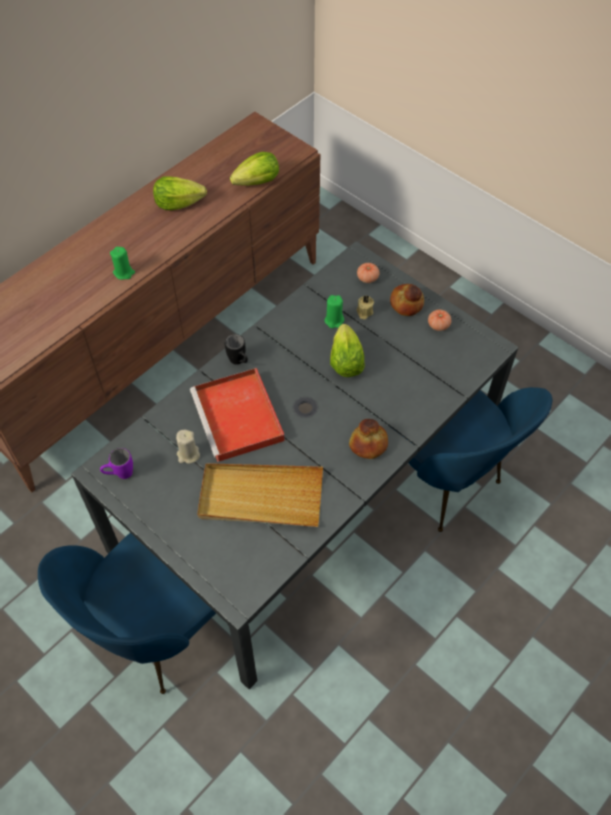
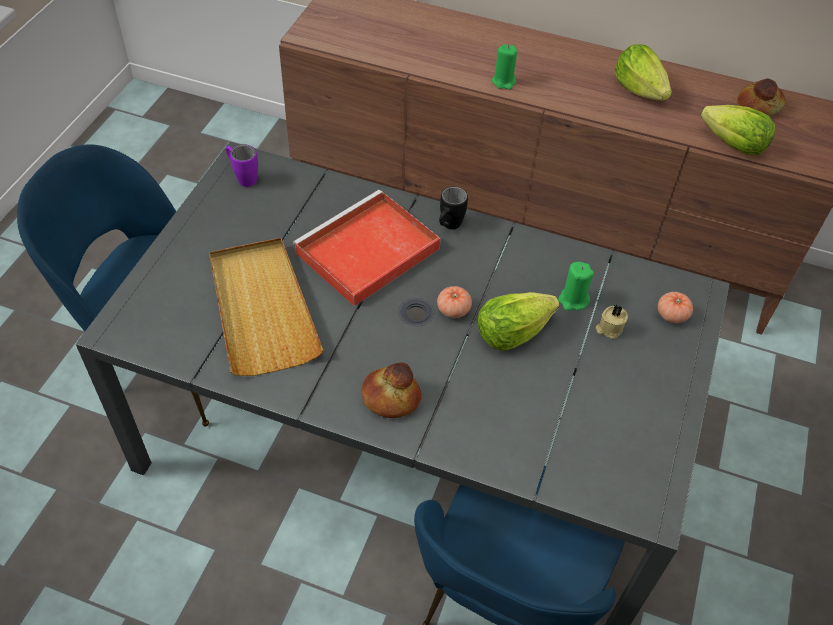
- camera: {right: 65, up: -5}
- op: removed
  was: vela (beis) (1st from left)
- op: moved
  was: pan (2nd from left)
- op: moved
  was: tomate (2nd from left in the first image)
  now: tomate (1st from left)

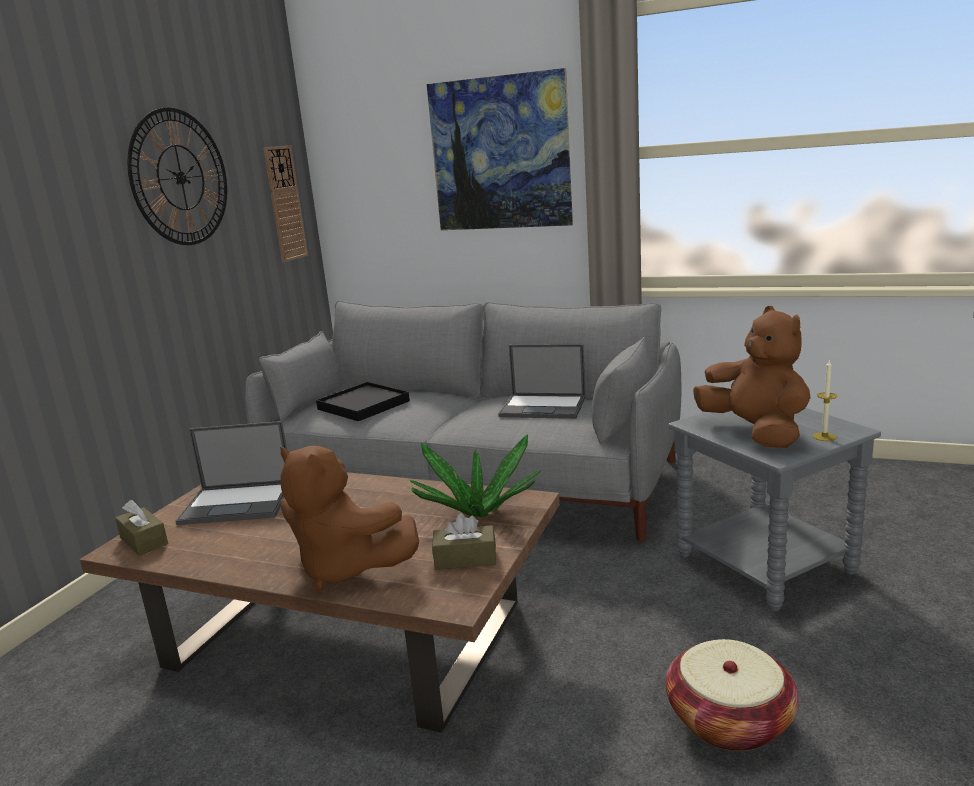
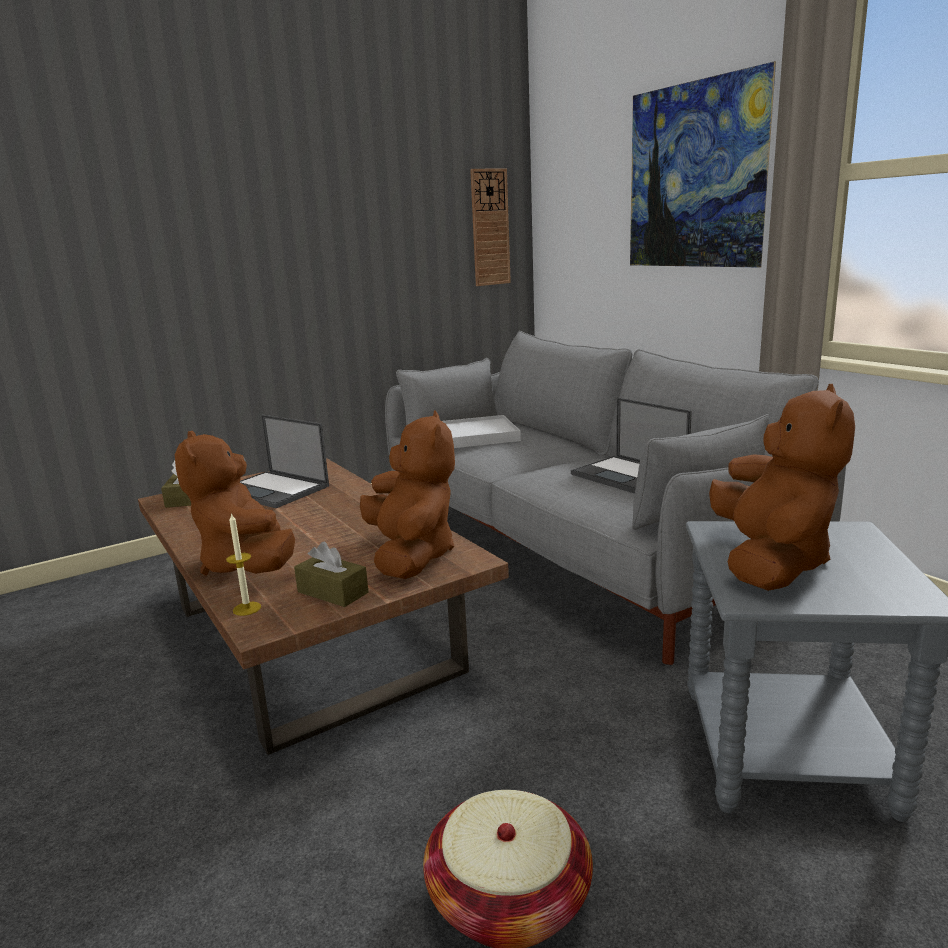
- camera: {right: 35, up: 0}
- op: removed
  was: reloj de pared (1st from left)
- op: moved
  was: vela
- op: replaced
  was: planta en maceta
  now: peluche (marrón) (2nd from left)
- op: recoloured
  was: bandeja (negro)
  now: bandeja (blanco)

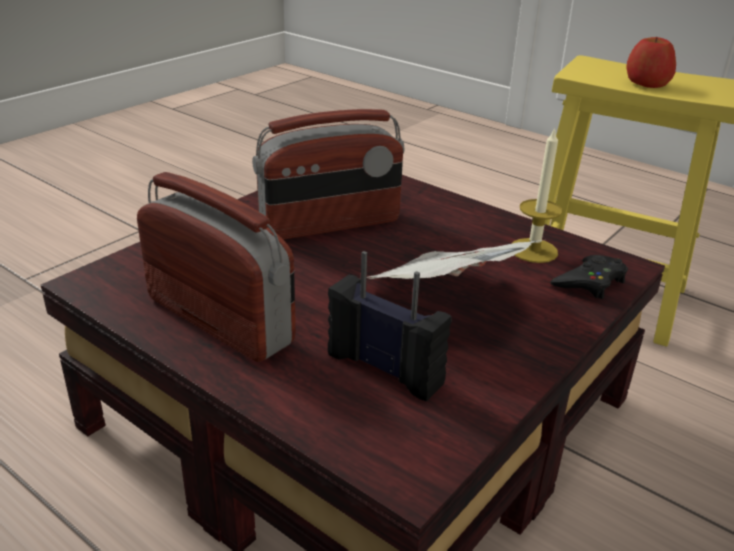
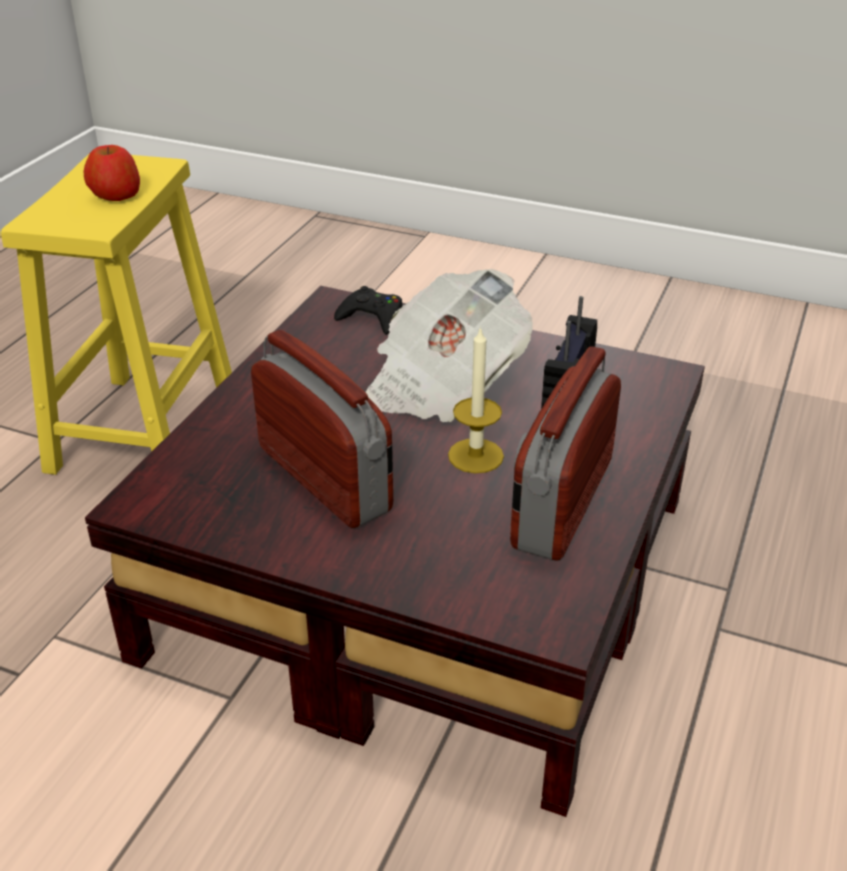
- camera: {right: -105, up: 5}
- op: moved
  was: vela

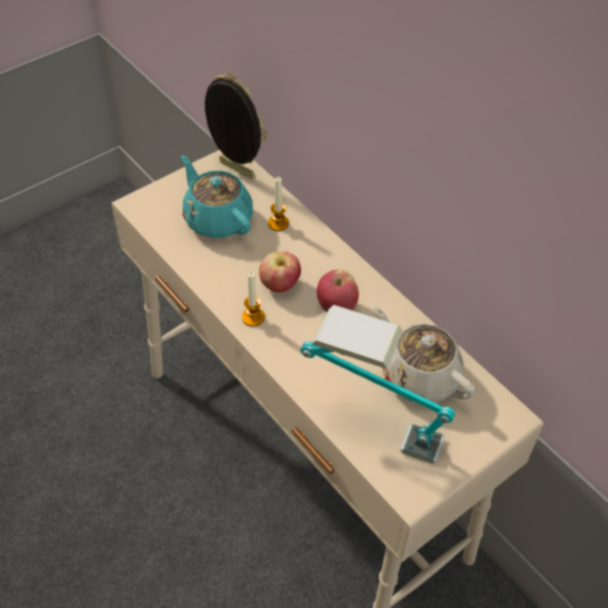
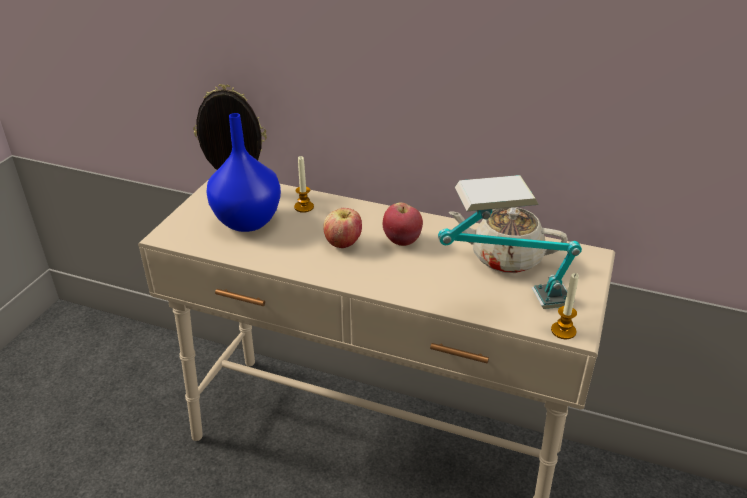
- camera: {right: -30, up: -15}
- op: moved
  was: vela (1st from left in the first image)
  now: vela (2nd from left)
- op: replaced
  was: tetera (turquesa)
  now: florero (azul)

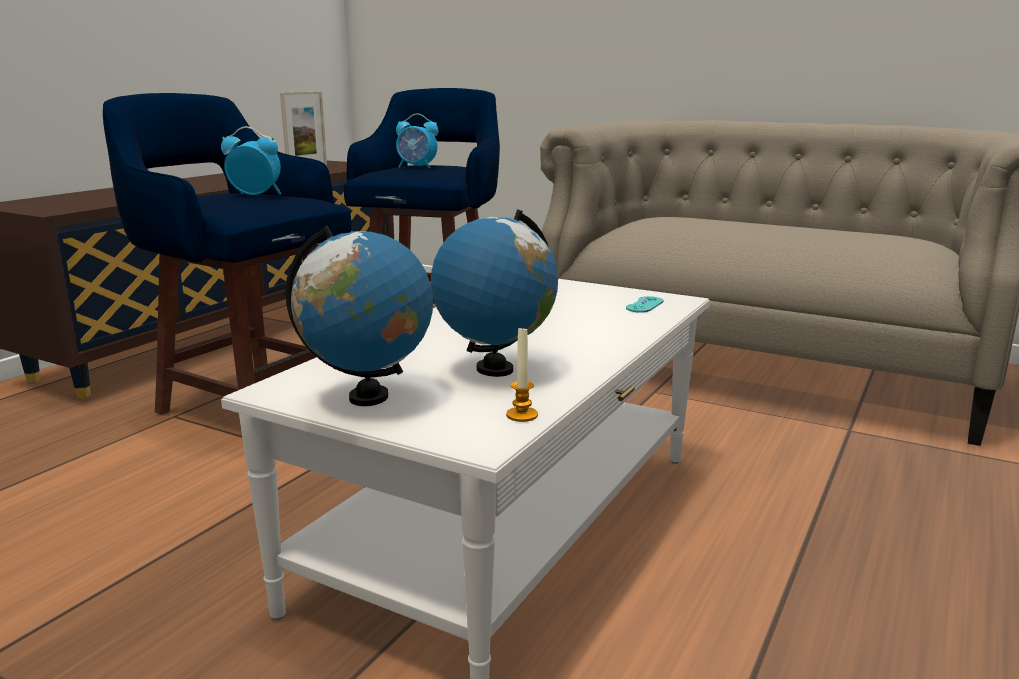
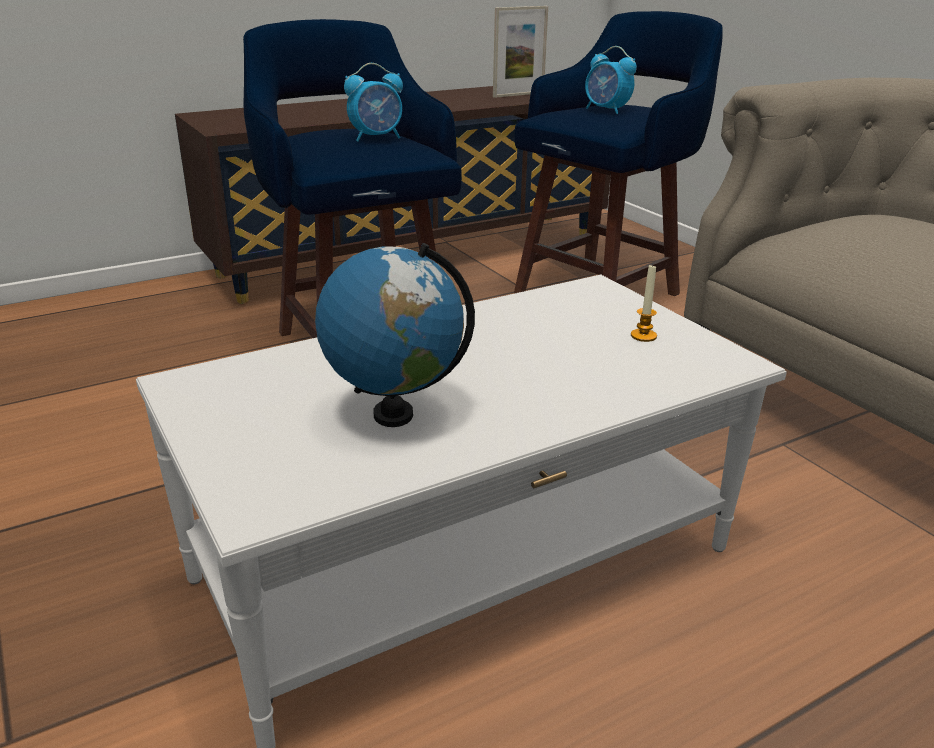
- camera: {right: 30, up: 10}
- op: removed
  was: globo terráqueo (1st from left)
- op: removed
  was: mando de consola (turquesa)
- op: moved
  was: vela
- op: turned
  was: despertador (1st from left)
  clockwise: 120

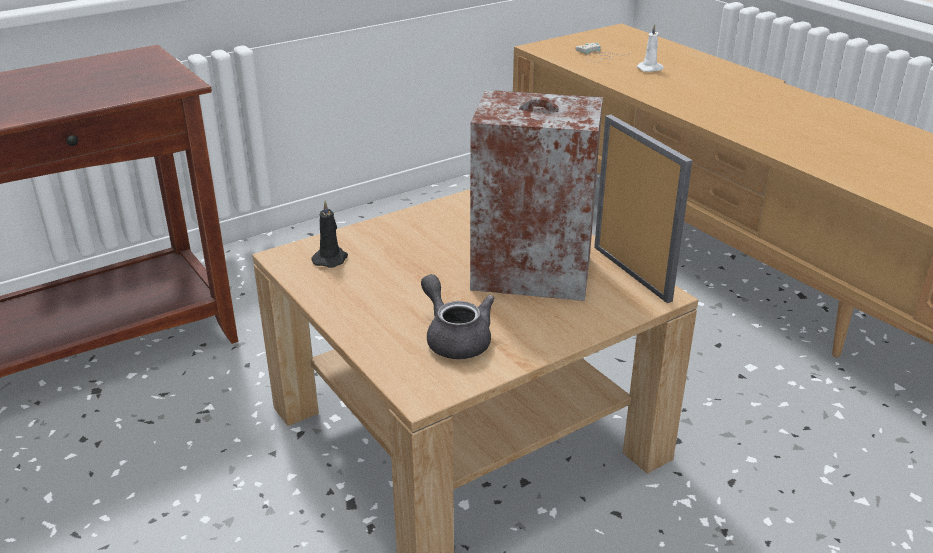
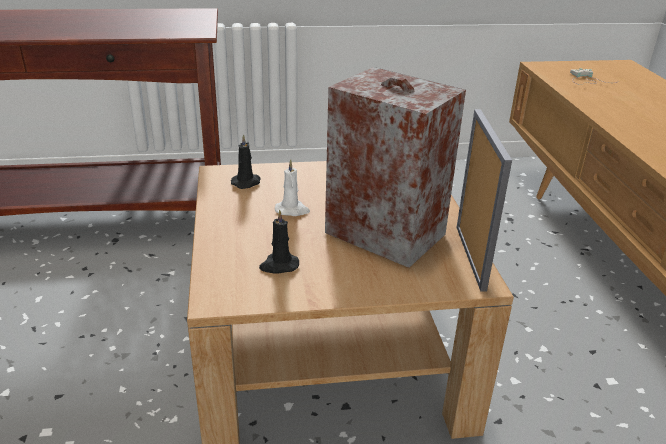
- camera: {right: 25, up: 0}
- op: moved
  was: vela (blanco)
- op: replaced
  was: tetera (gris)
  now: vela (negro) (2nd from left)

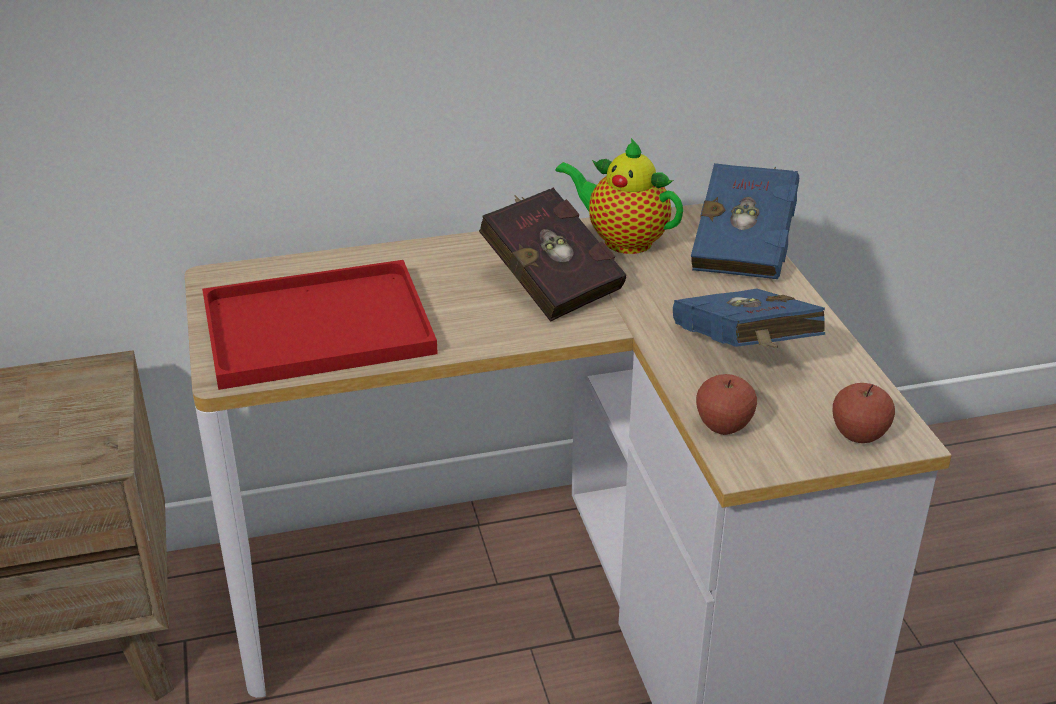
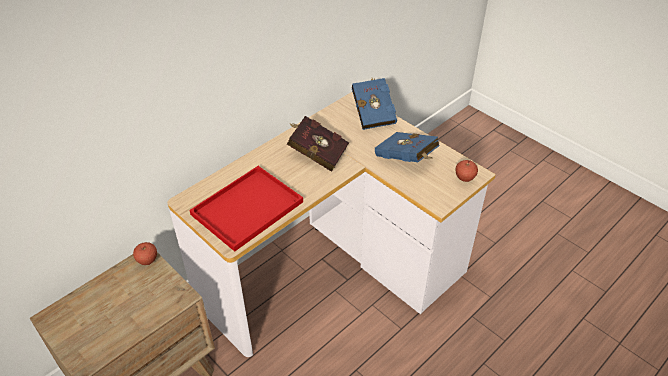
- camera: {right: -30, up: 10}
- op: removed
  was: tetera
- op: moved
  was: manzana (1st from left)

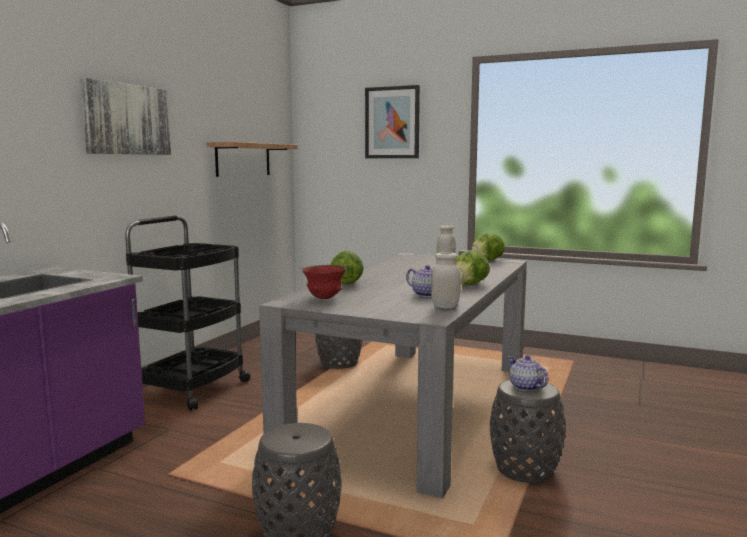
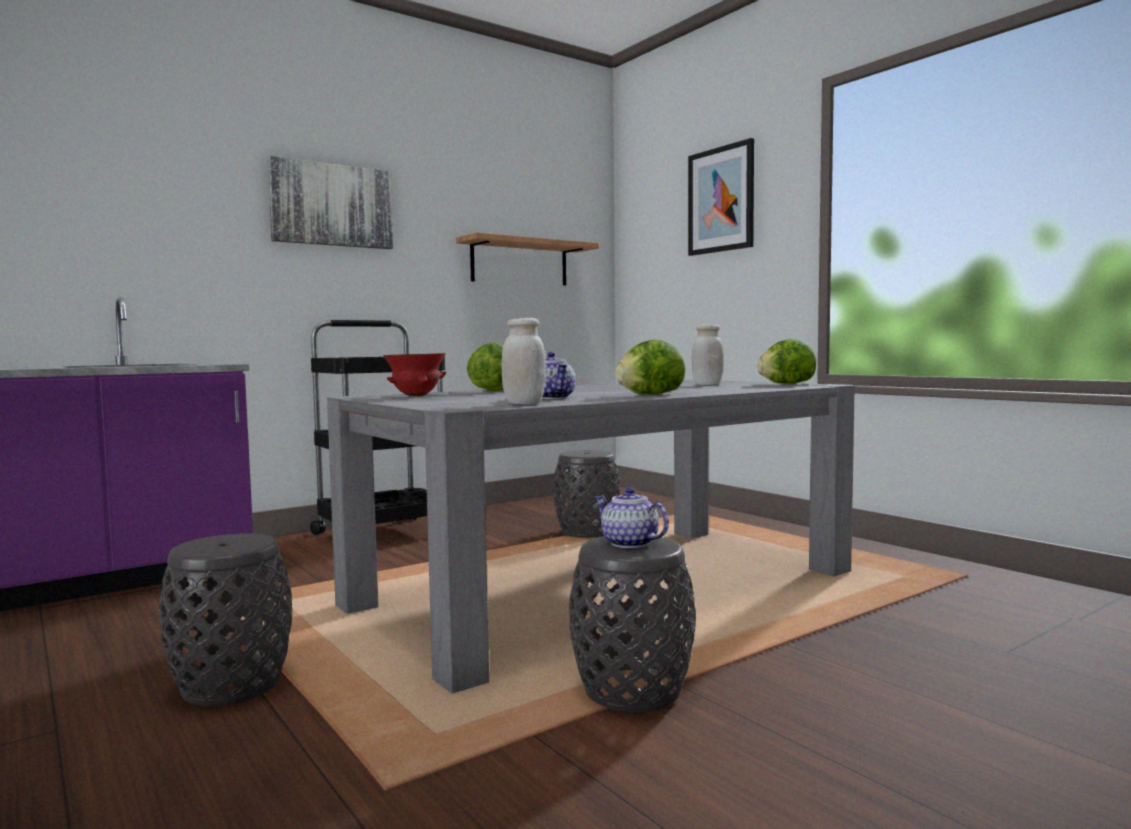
- camera: {right: 30, up: -5}
- op: turned
  was: tetera (2nd from left)
  clockwise: -45

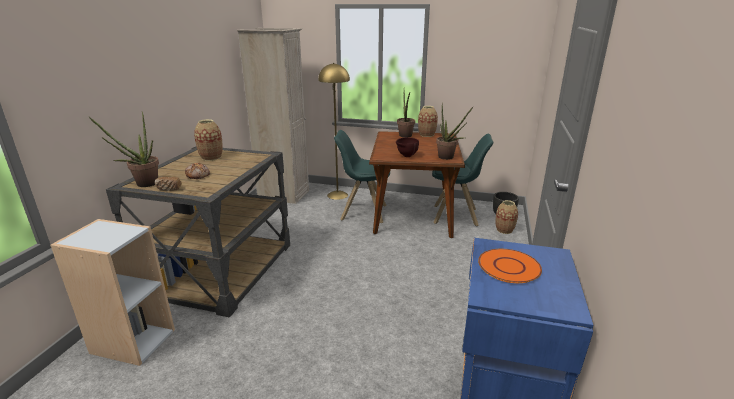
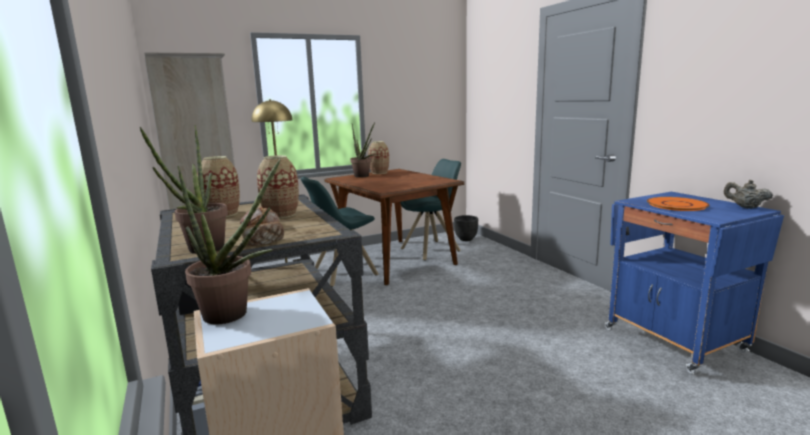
- camera: {right: -40, up: -10}
- op: removed
  was: cuenco (marrón)
- op: added
  now: tetera (beis)
- op: moved
  was: planta en maceta (3rd from left in the first image)
  now: planta en maceta (2nd from left)
- op: moved
  was: florero (3rd from left in the first image)
  now: florero (2nd from left)

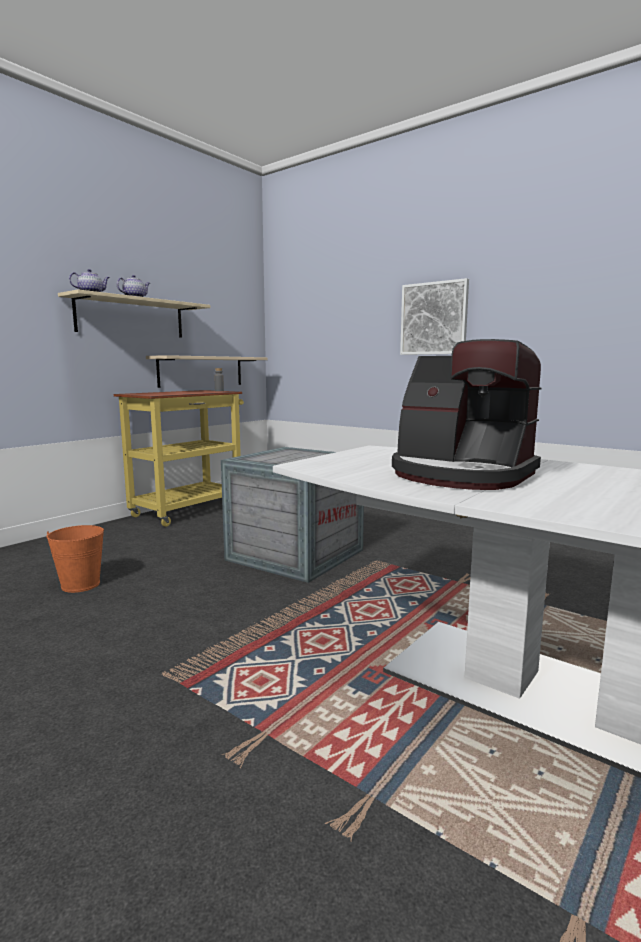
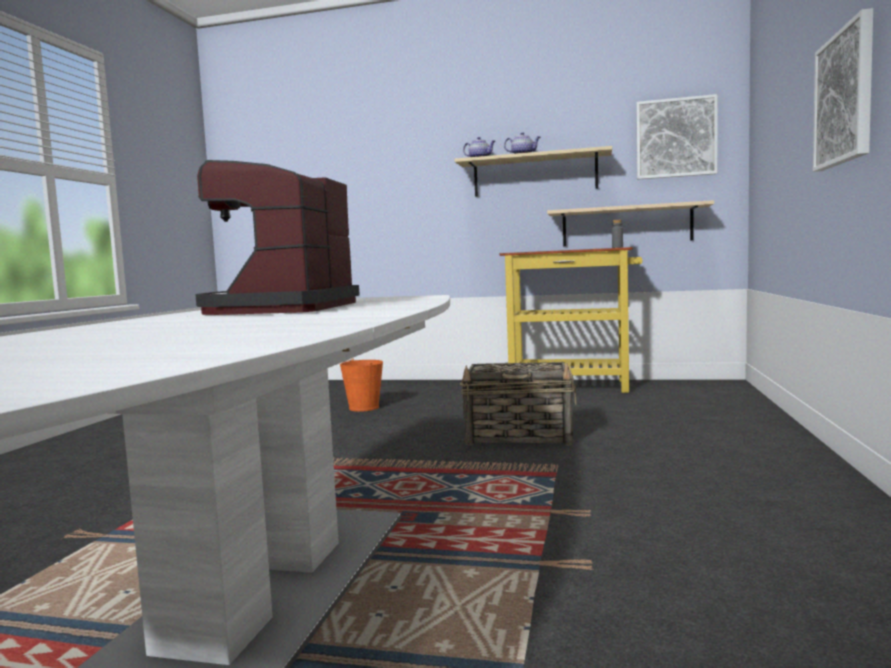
- camera: {right: 65, up: -5}
- op: added
  now: cuadro (1st from left)
- op: replaced
  was: caja de embalaje
  now: cesta

